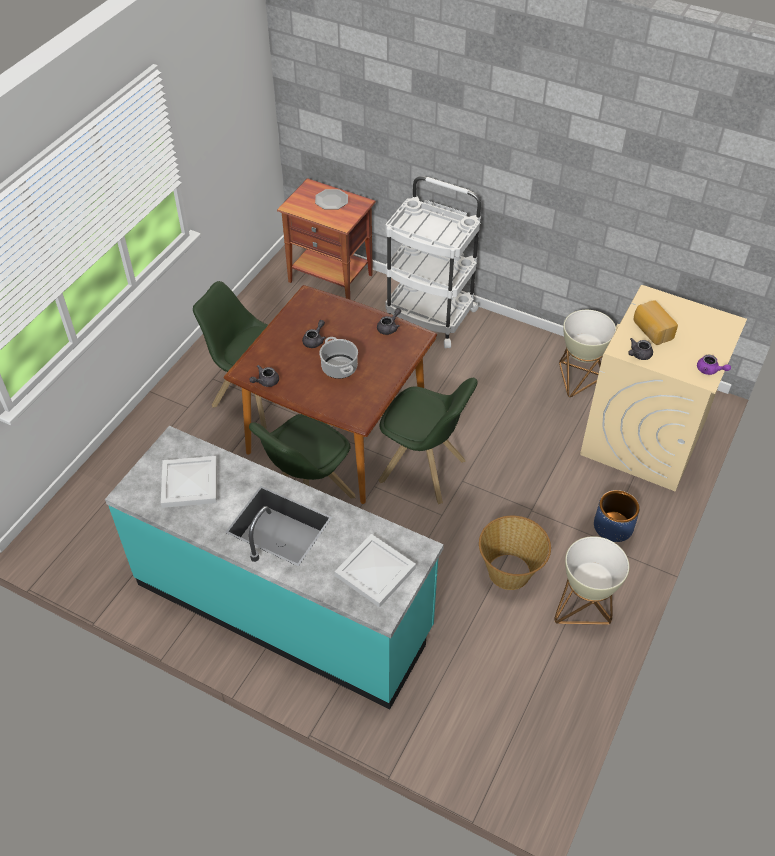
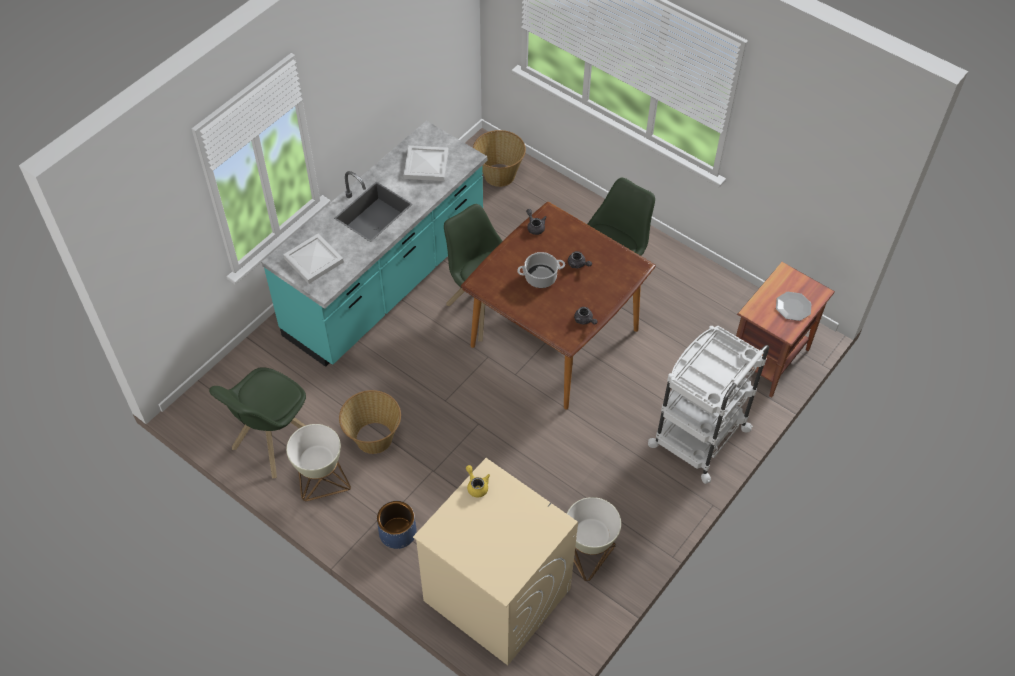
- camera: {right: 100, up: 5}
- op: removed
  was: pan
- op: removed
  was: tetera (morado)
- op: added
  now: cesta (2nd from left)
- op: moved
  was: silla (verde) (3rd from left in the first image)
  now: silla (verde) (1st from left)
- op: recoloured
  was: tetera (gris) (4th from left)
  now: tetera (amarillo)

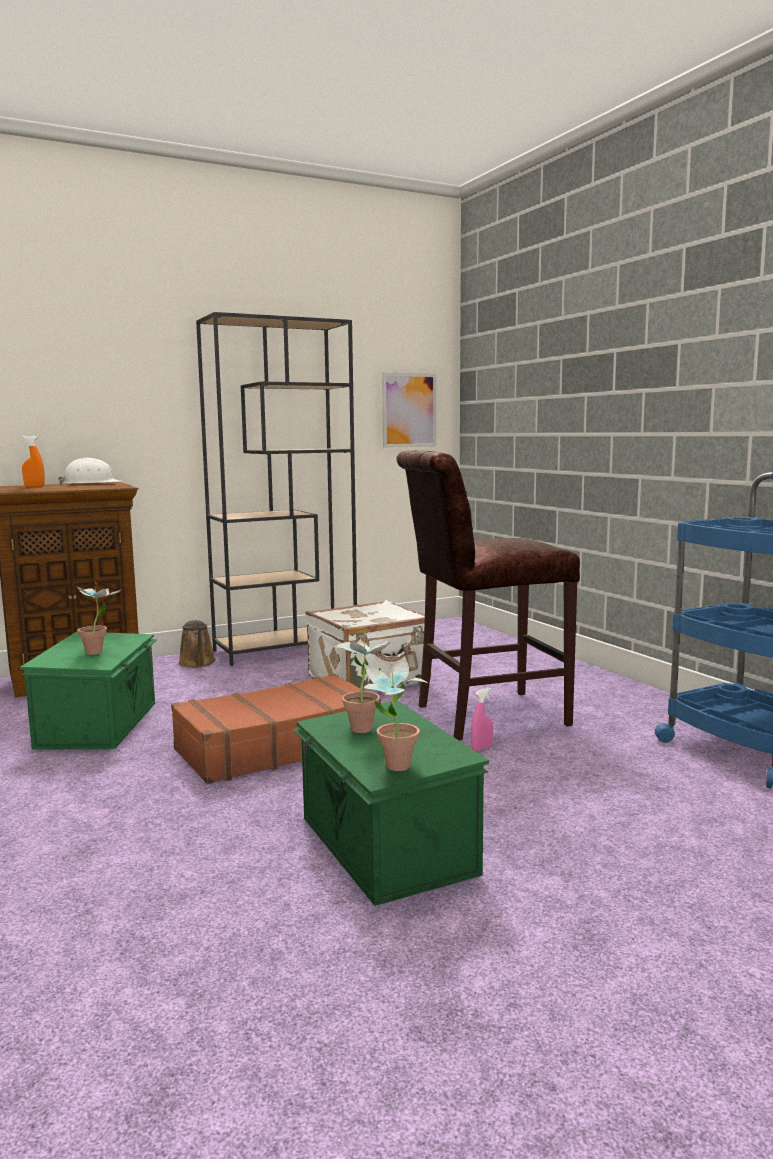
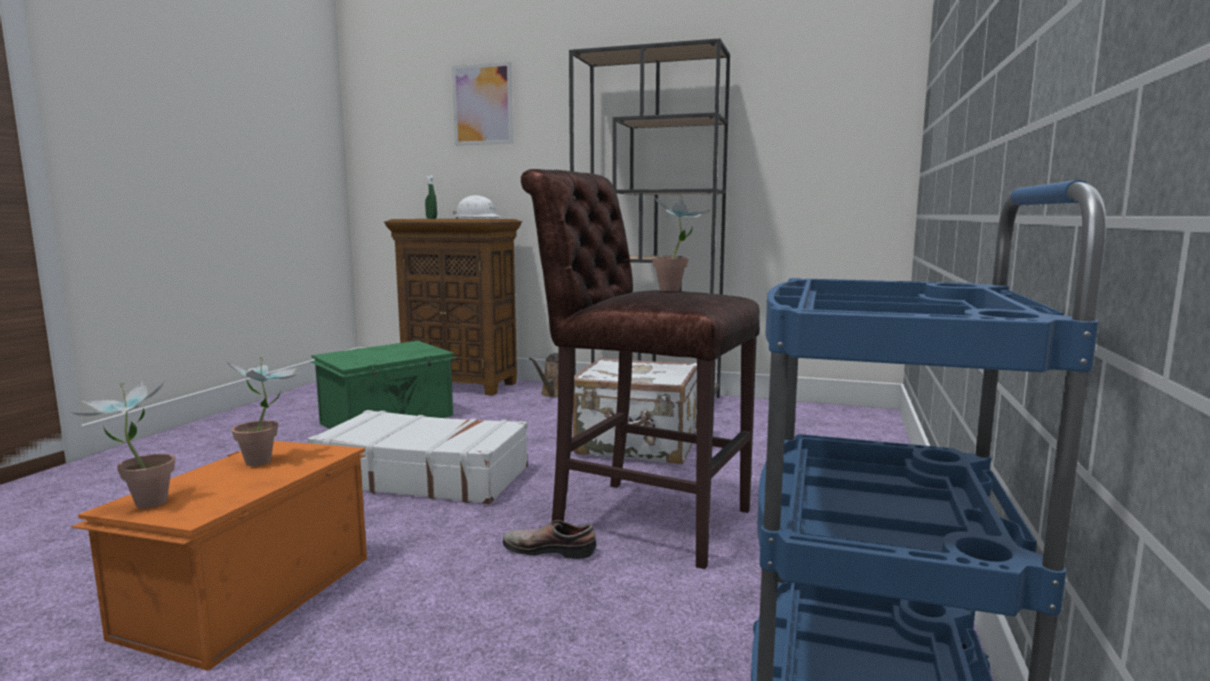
- camera: {right: 45, up: 0}
- op: moved
  was: planta en maceta (1st from left in the first image)
  now: planta en maceta (3rd from left)
- op: moved
  was: cuadro
- op: replaced
  was: pulverizador (rosa)
  now: zapato
- op: recoloured
  was: pulverizador (naranja)
  now: pulverizador (verde)
- op: recoloured
  was: maleta (marrón)
  now: maleta (blanco) (1st from left)
- op: recoloured
  was: caja de almacenaje (verde) (2nd from left)
  now: caja de almacenaje (naranja)

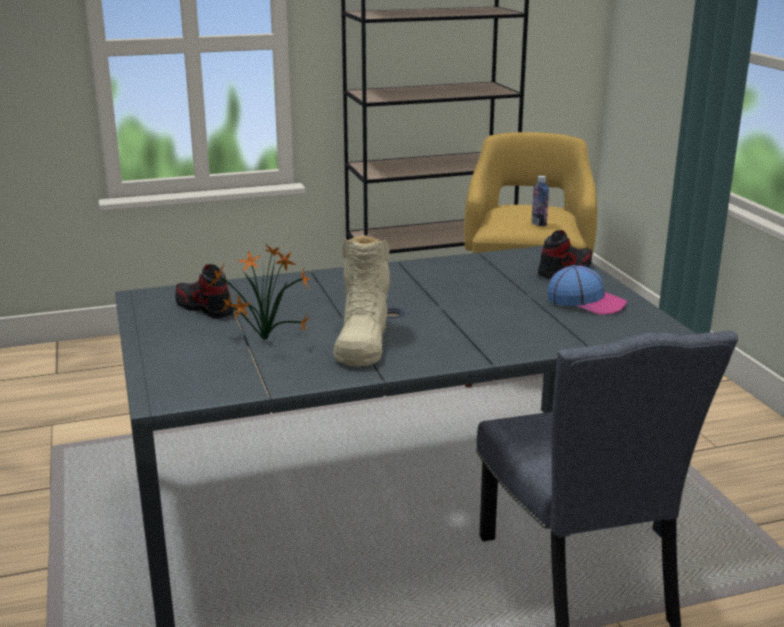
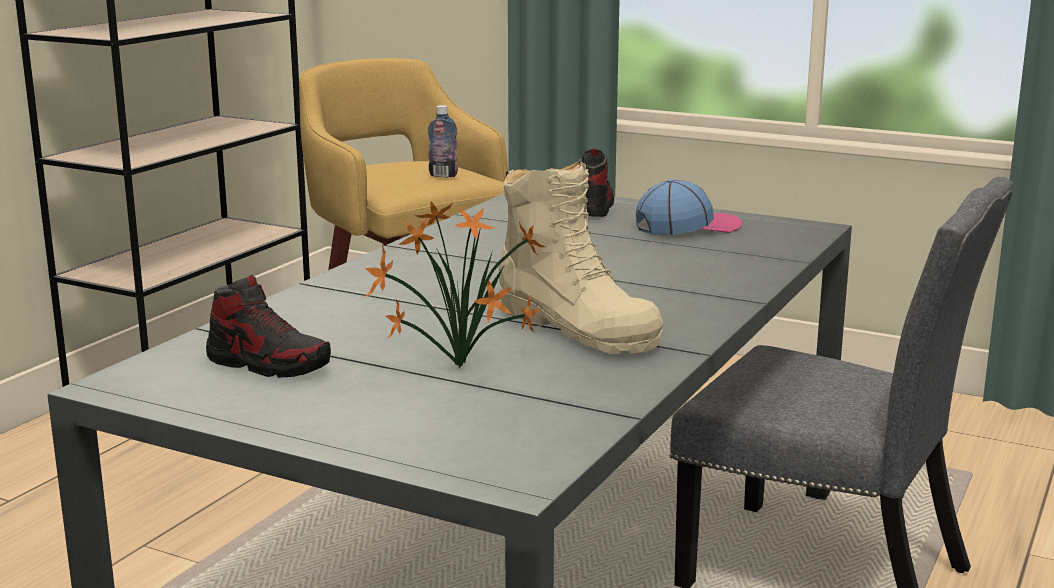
- camera: {right: -45, up: -5}
- op: turned
  was: zapato (1st from left)
  clockwise: -150

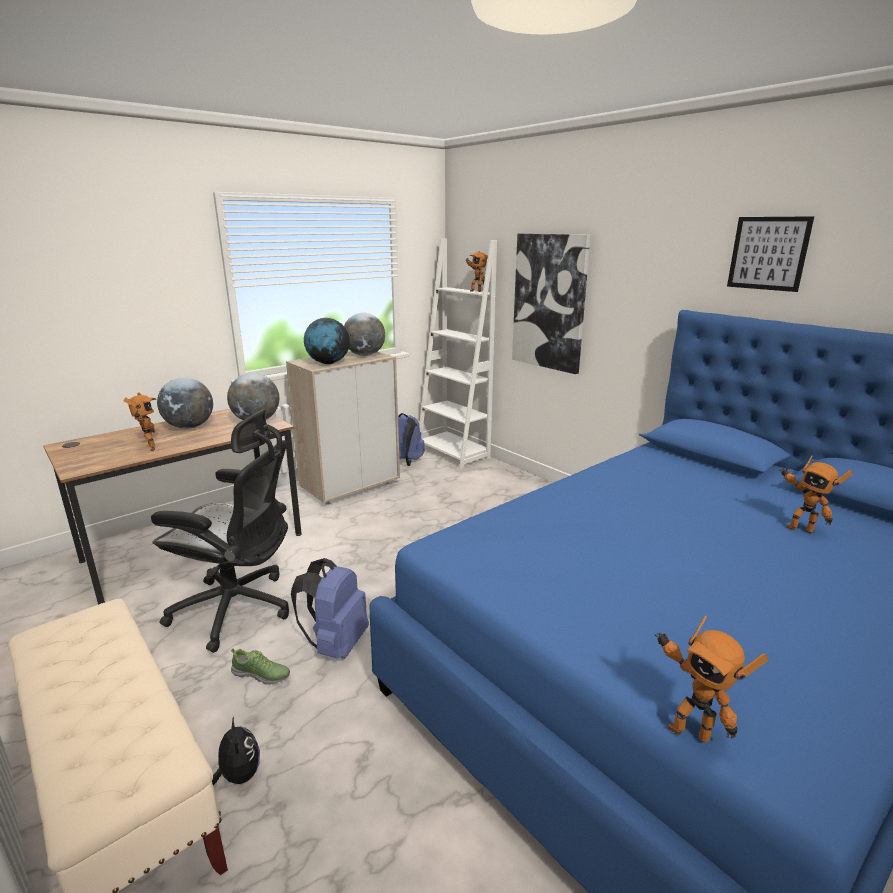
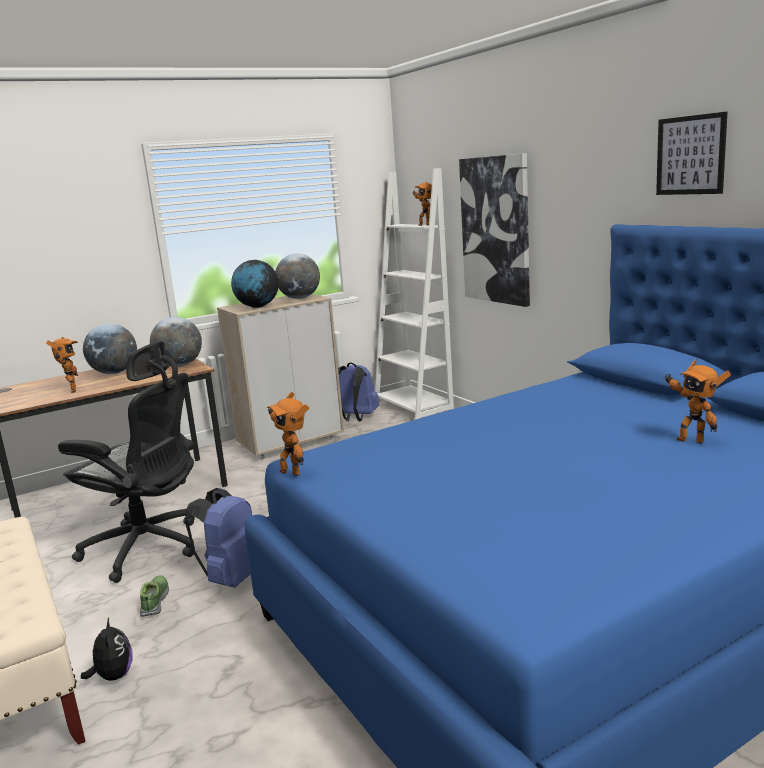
- camera: {right: 10, up: -5}
- op: moved
  was: robot de juguete (3rd from left in the first image)
  now: robot de juguete (2nd from left)
- op: turned
  was: zapato
  clockwise: -120

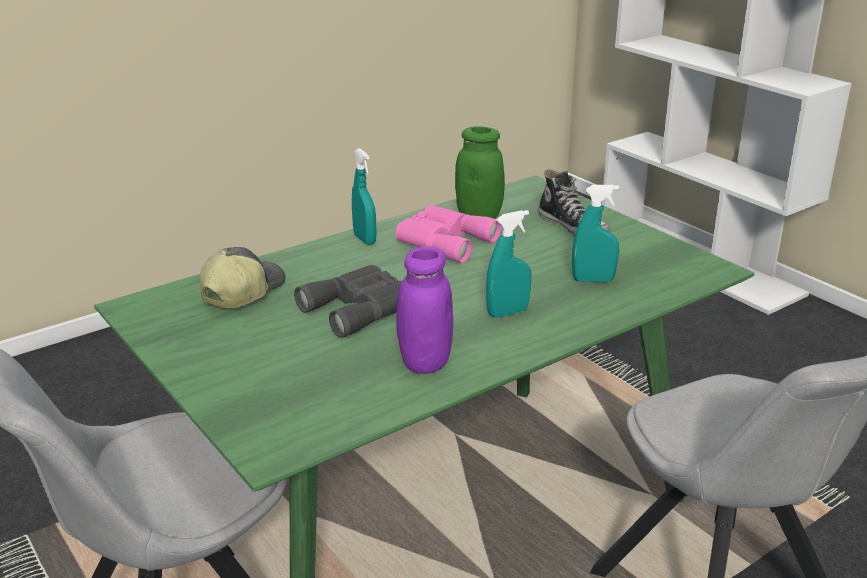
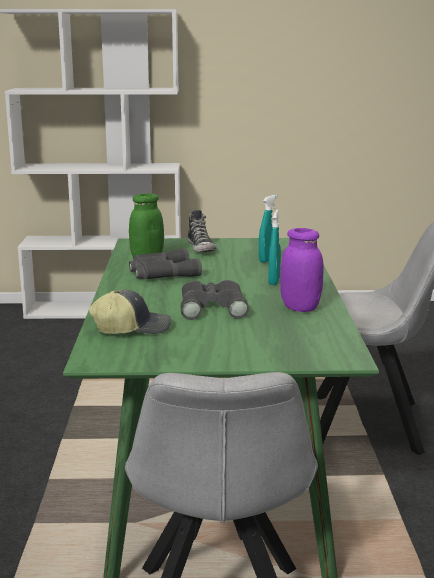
- camera: {right: -55, up: -10}
- op: removed
  was: pulverizador (turquesa) (1st from left)
- op: recoloured
  was: prismáticos (rosa)
  now: prismáticos (gris) (1st from left)
- op: turned
  was: gorra
  clockwise: 105
- op: turned
  was: zapato
  clockwise: 75

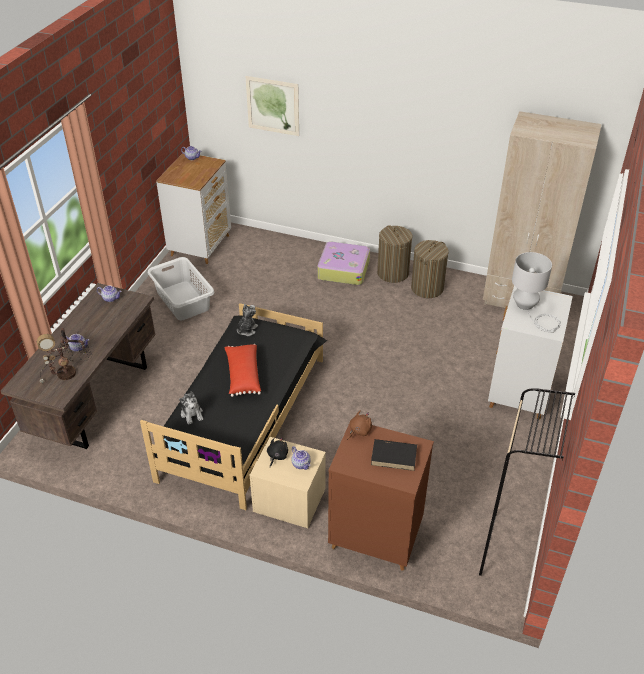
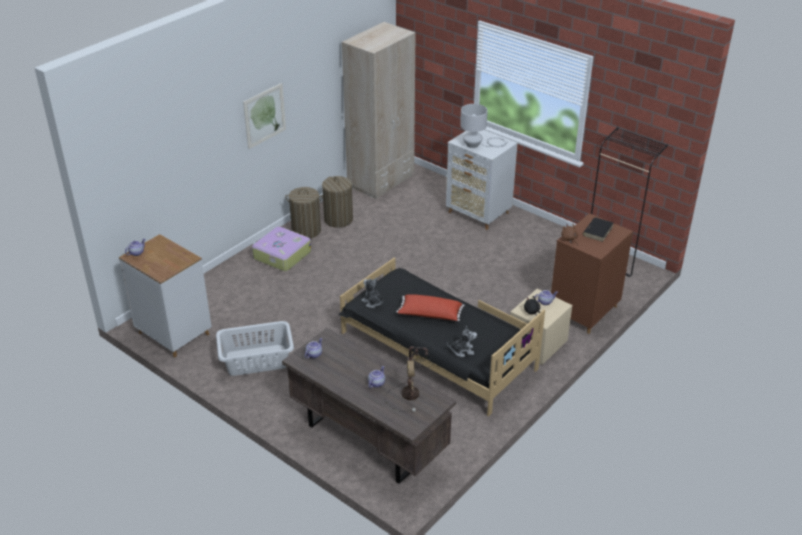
- camera: {right: -70, up: -5}
- op: moved
  was: cuadro

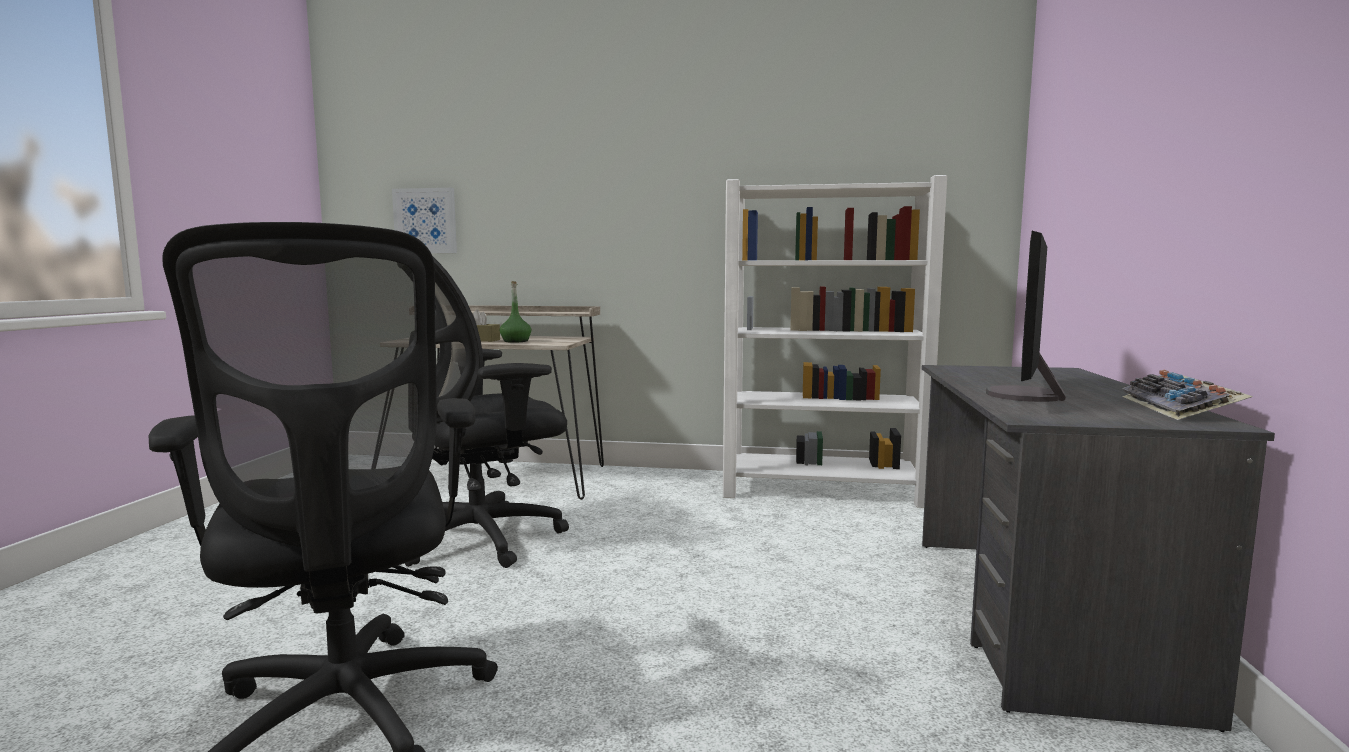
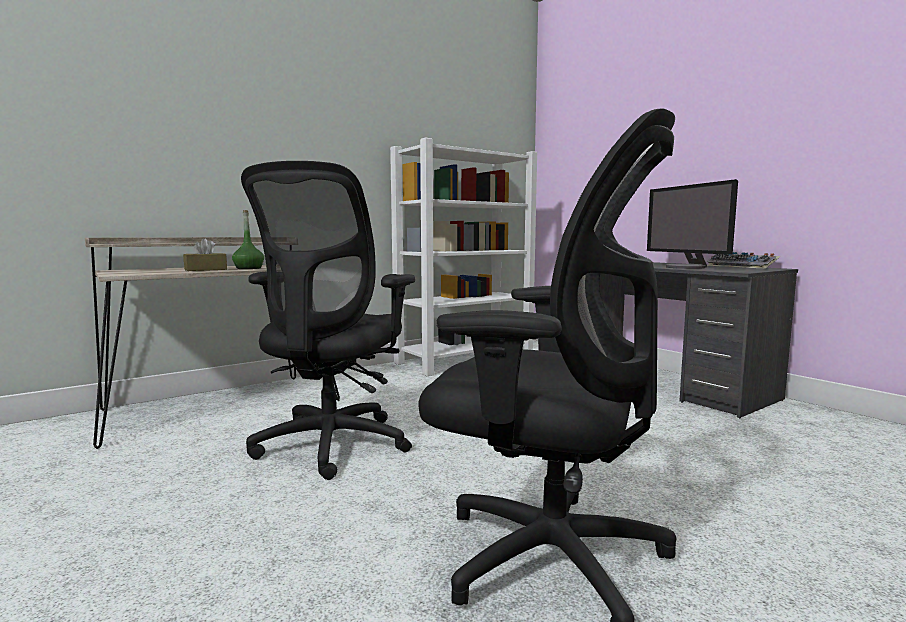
- camera: {right: -45, up: 0}
- op: removed
  was: cuadro

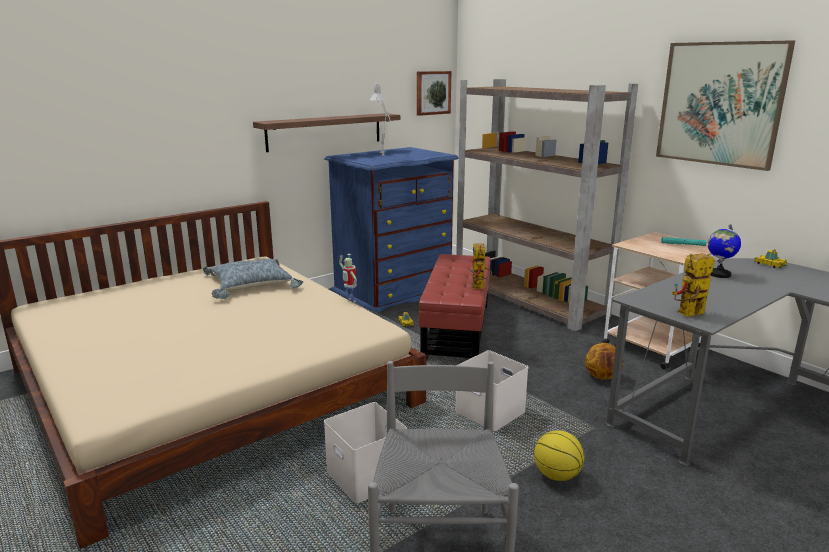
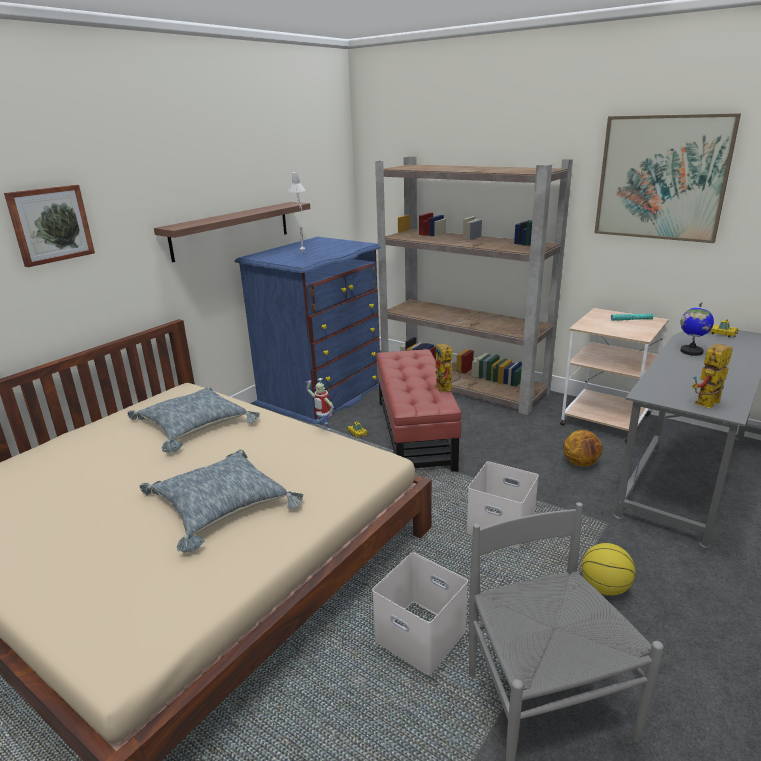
- camera: {right: -15, up: 5}
- op: added
  now: cojín (2nd from left)
- op: moved
  was: cuadro (1st from left)

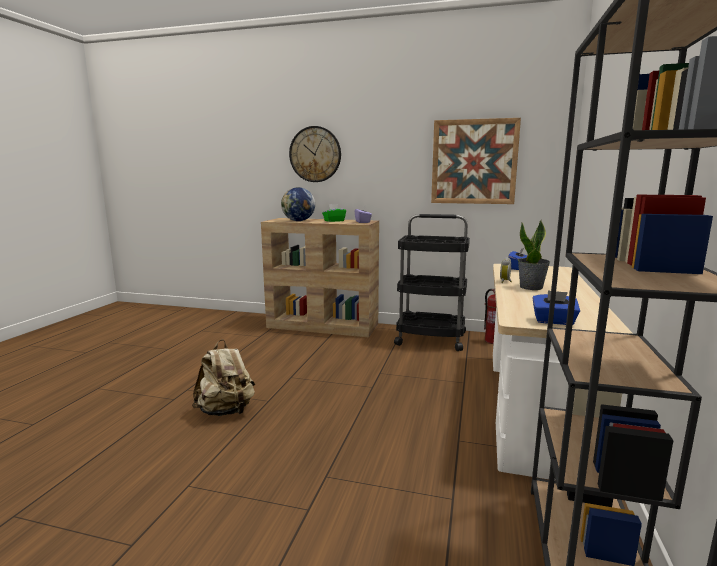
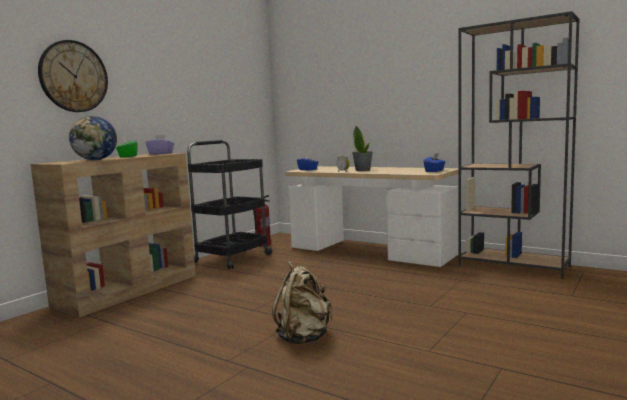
- camera: {right: -70, up: -5}
- op: removed
  was: cuadro

